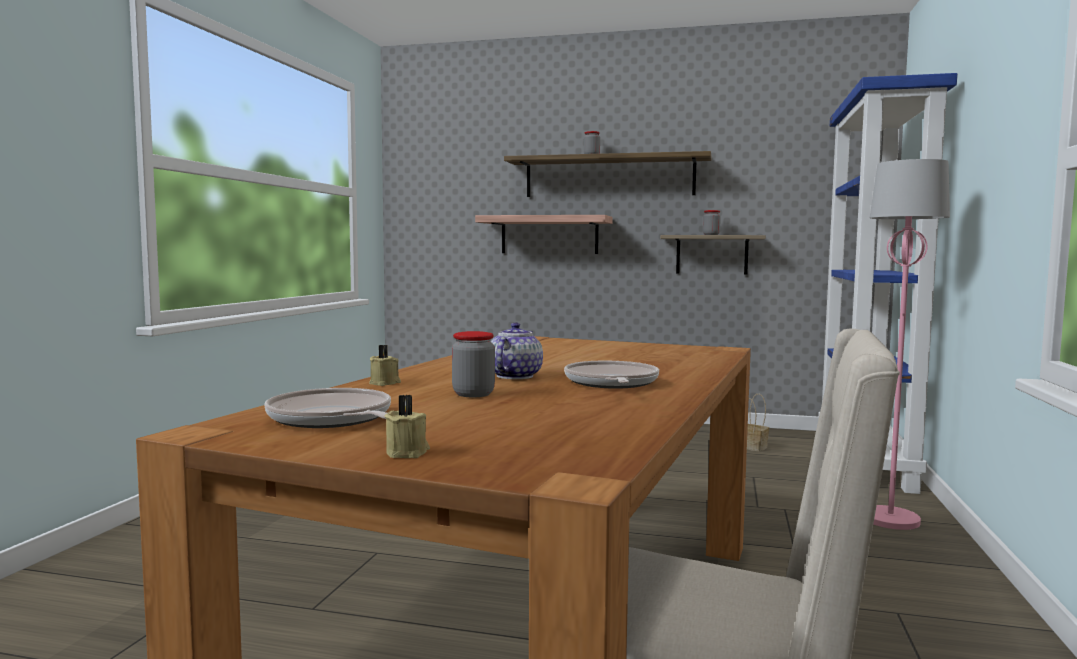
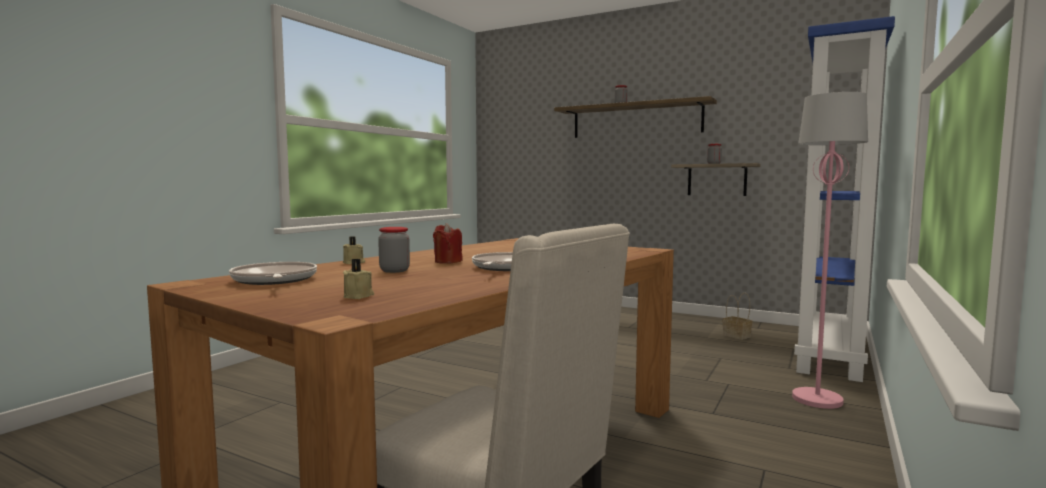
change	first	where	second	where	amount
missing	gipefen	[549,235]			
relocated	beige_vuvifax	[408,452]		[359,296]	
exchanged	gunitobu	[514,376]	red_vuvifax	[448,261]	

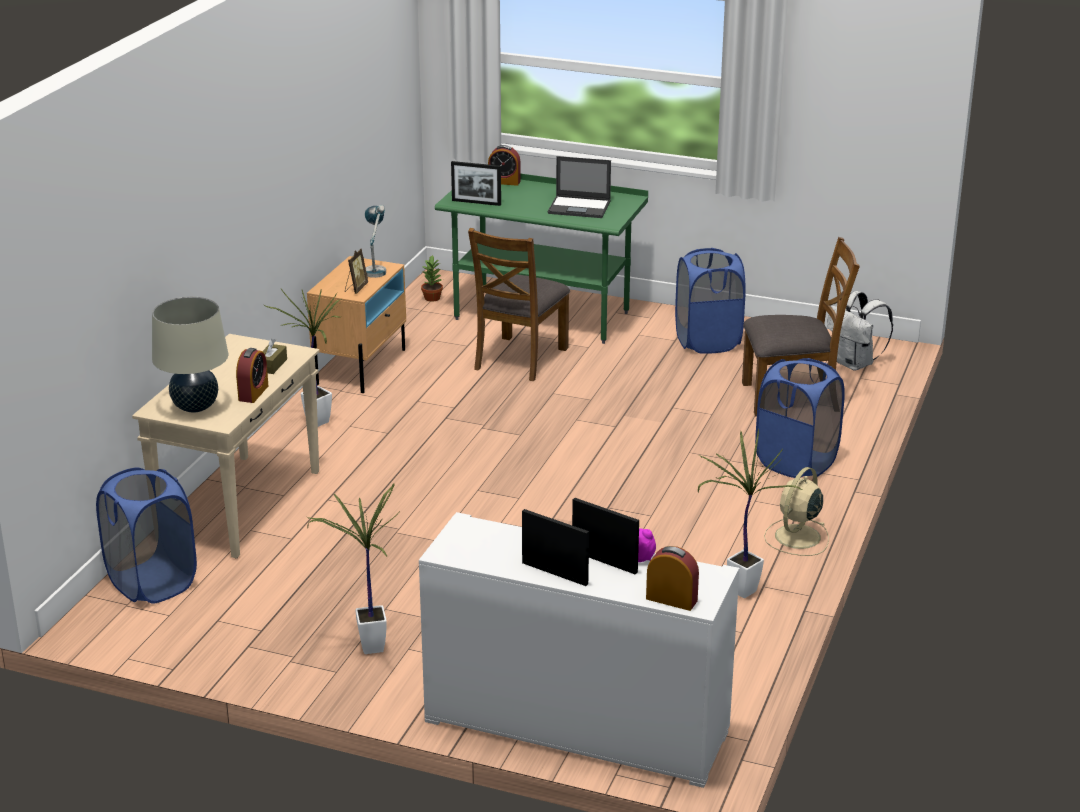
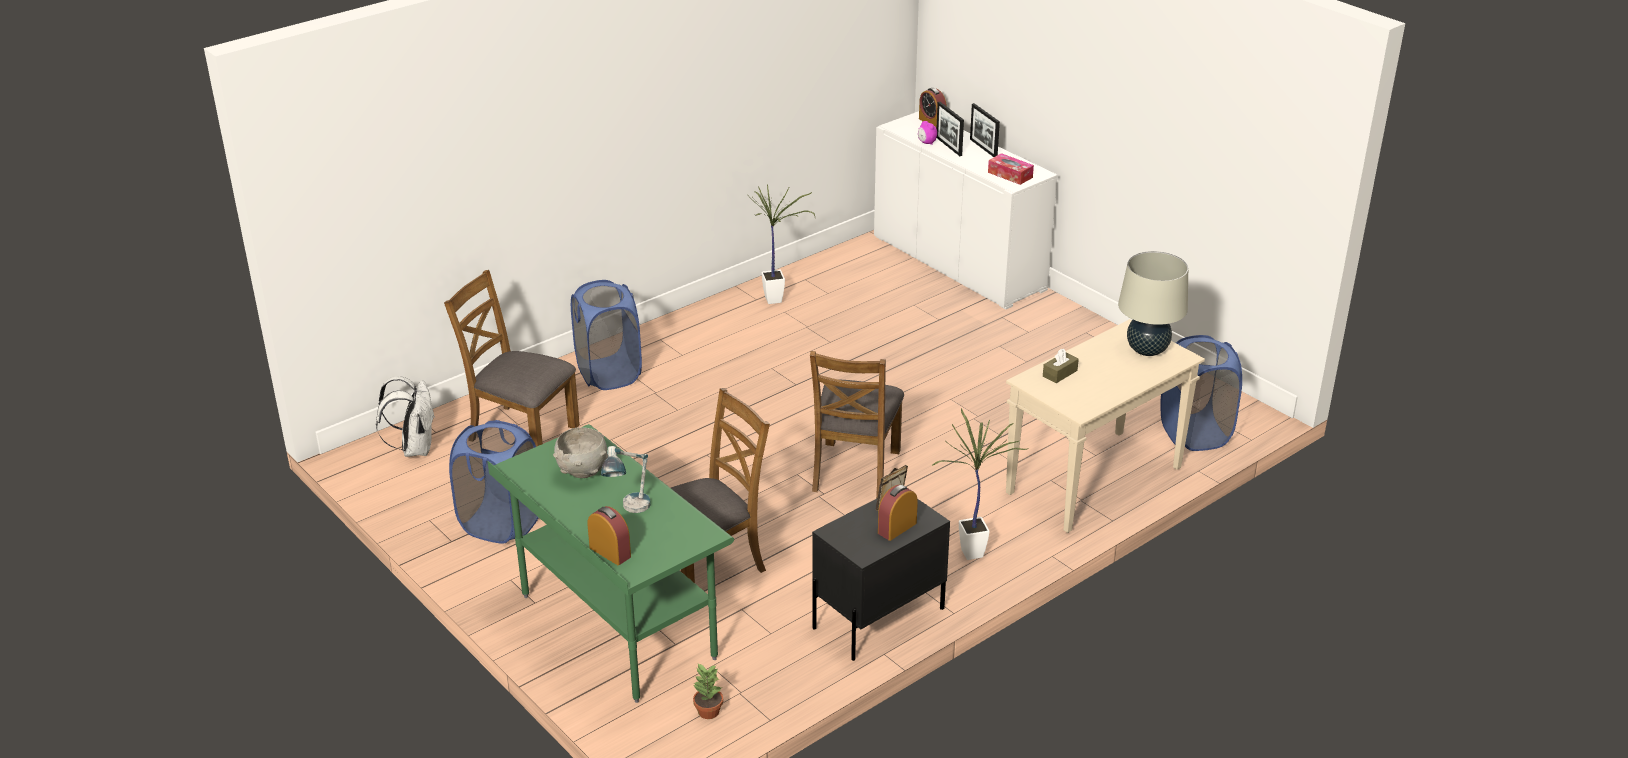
change	first	where	second	where	amount
missing	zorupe	[366,646]			
missing	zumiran	[476,202]			
missing	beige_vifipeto	[796,537]			
appeared			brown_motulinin	[855,470]	
appeared			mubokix	[1010,175]	
relocated	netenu	[253,393]		[897,528]	
relocated	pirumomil	[376,269]		[629,511]	
exchanged	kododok	[580,207]	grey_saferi	[582,472]	
colour	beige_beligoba	[361,366]	black_beligoba	[877,618]	

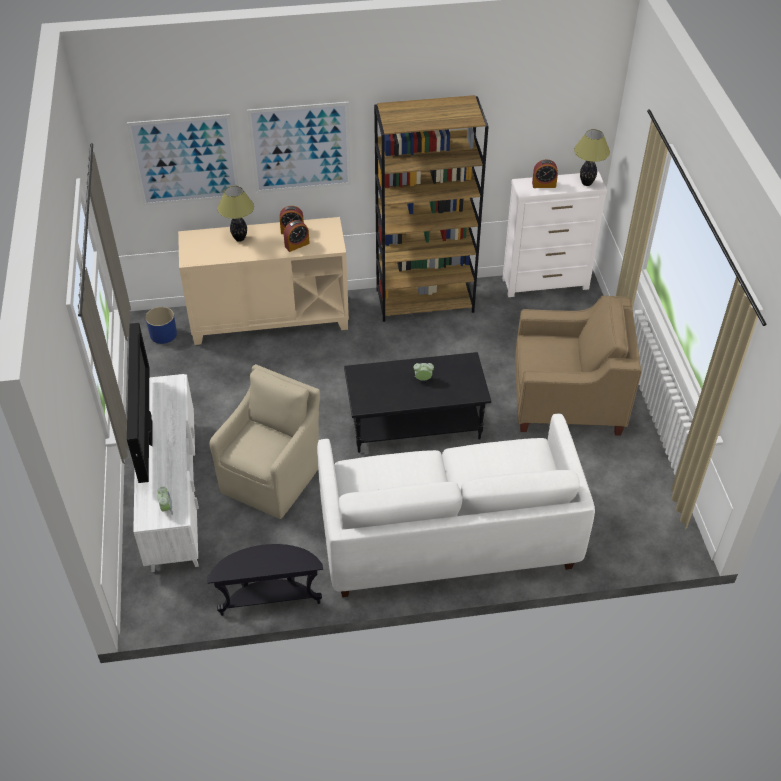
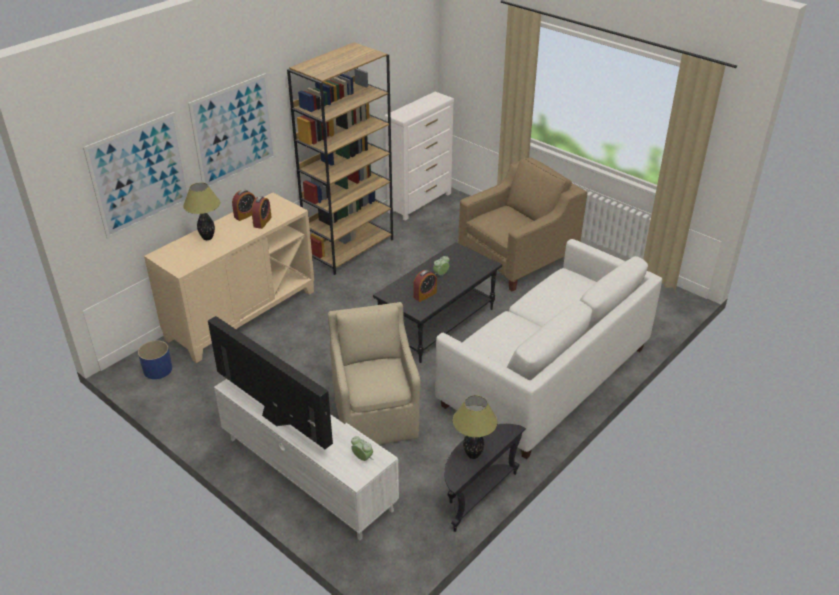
change	first	where	second	where	amount
relocated	netenu	[544,184]		[425,295]	
relocated	pirumomil	[586,183]		[472,455]	

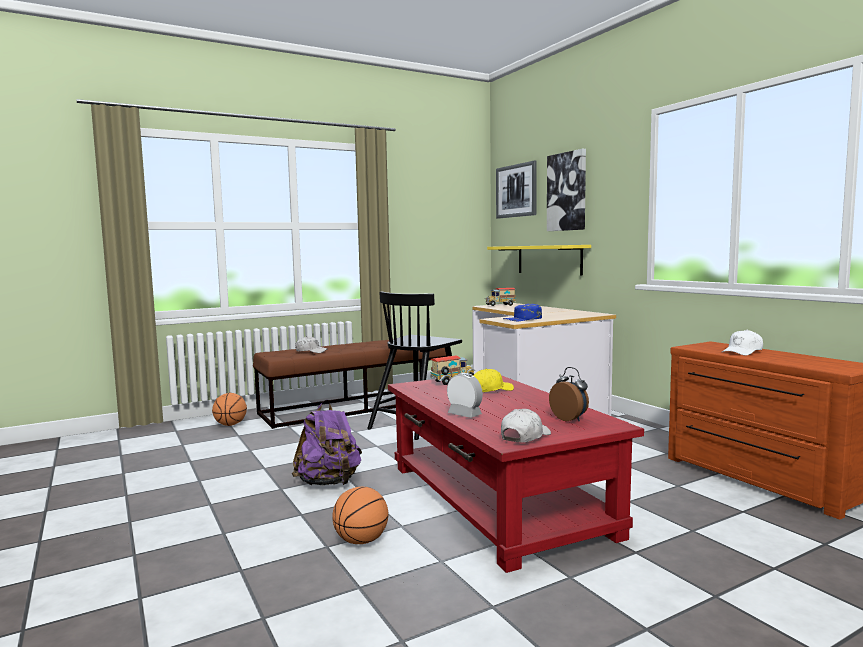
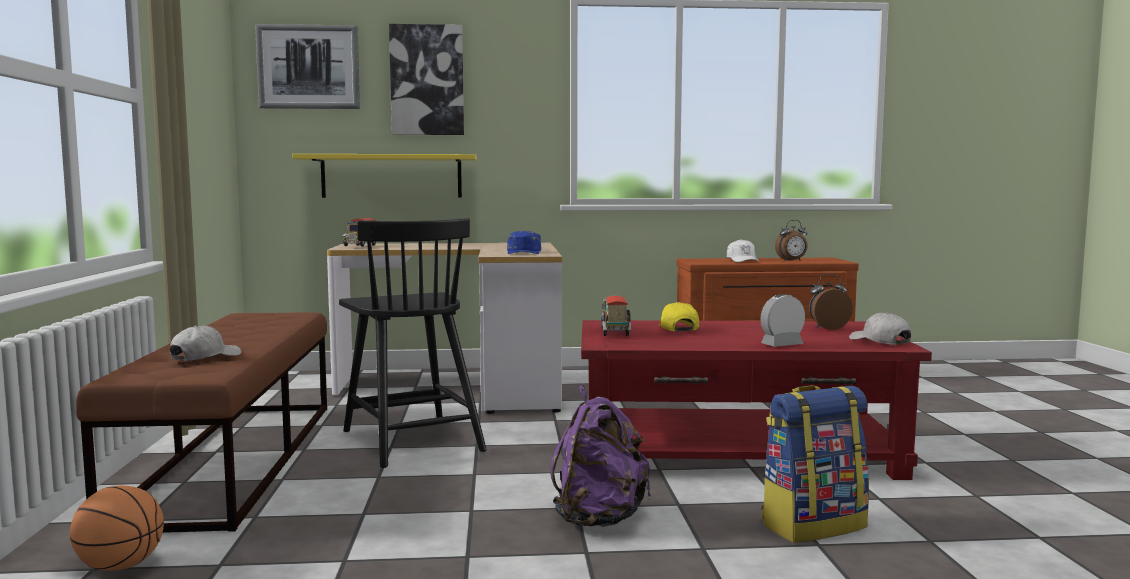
change	first	where	second	where	amount
appeared			netenu	[792,261]	
exchanged	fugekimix	[361,541]	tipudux	[812,525]	

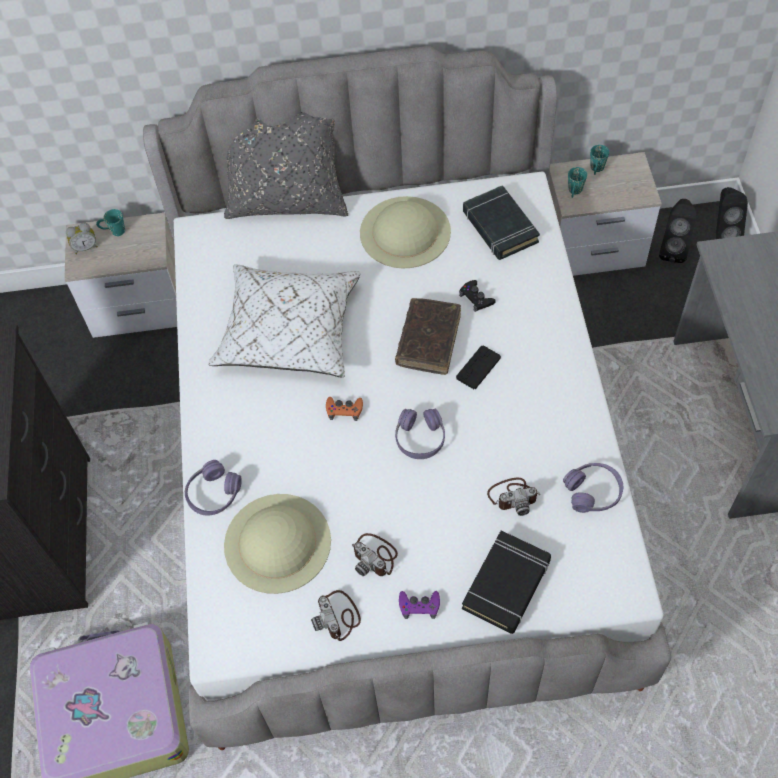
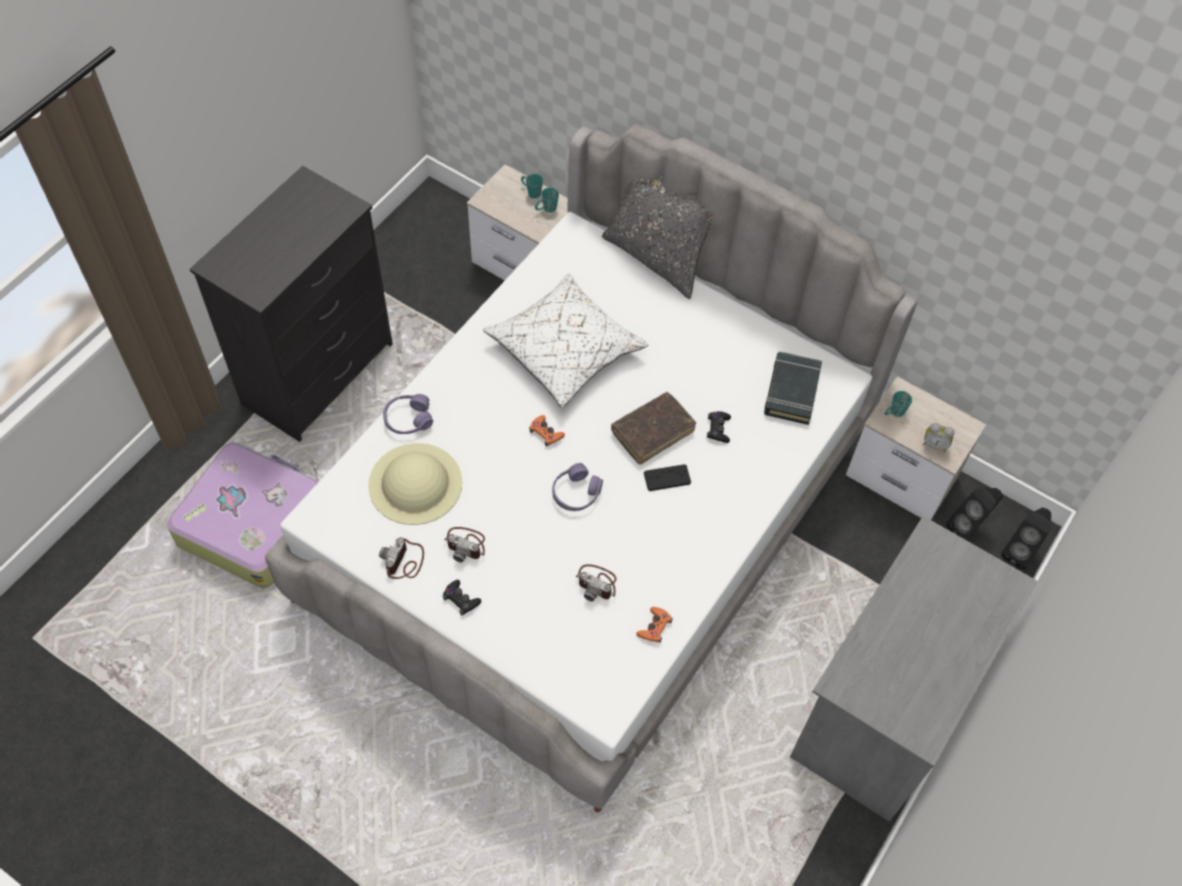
change	first	where	second	where	amount
missing	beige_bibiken	[405,232]			
missing	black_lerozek	[507,585]			
relocated	netenu	[85,247]		[934,444]	
relocated	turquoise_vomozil	[596,170]		[546,209]	
exchanged	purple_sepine	[593,492]	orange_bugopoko	[654,627]	
colour	purple_bugopoko	[419,606]	black_bugopoko	[461,599]	
spun	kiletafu	[375,556]		[466,544]	60 degrees counterclockwise

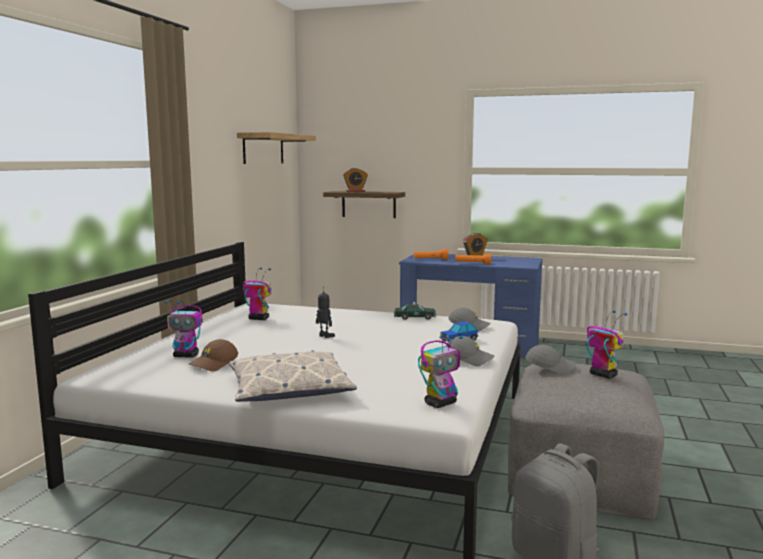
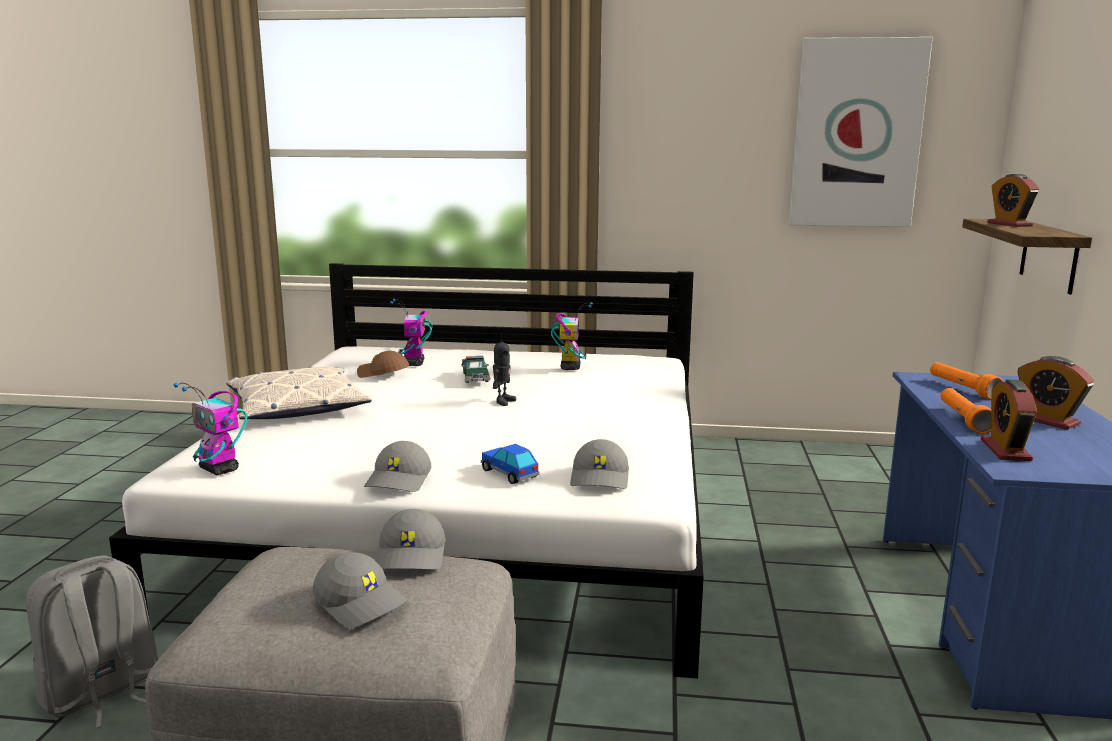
change	first	where	second	where	amount
appeared			netenu	[1005,450]	
relocated	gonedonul	[415,317]		[475,377]	
exchanged	gipefen	[263,149]	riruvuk	[856,134]	
exchanged	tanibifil	[602,375]	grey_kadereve	[362,602]	

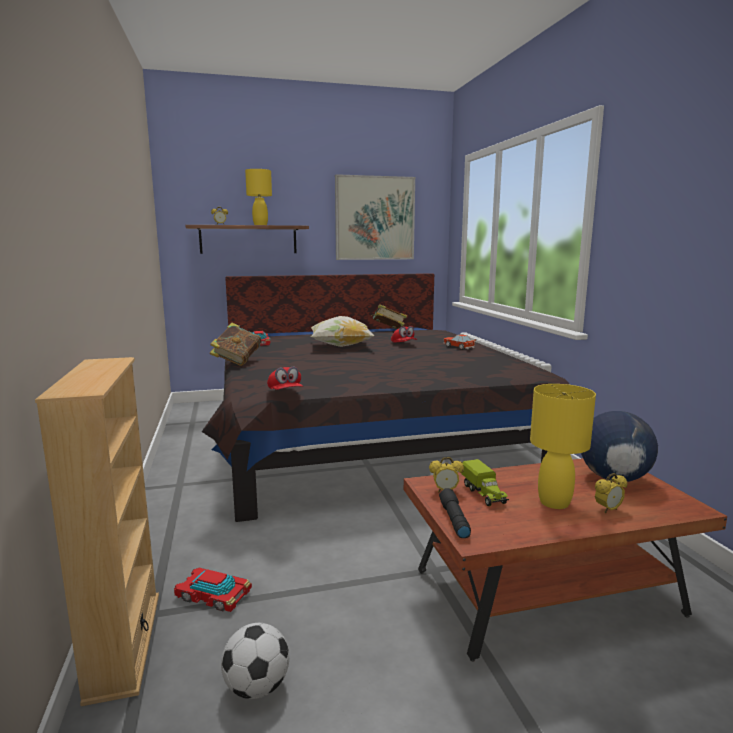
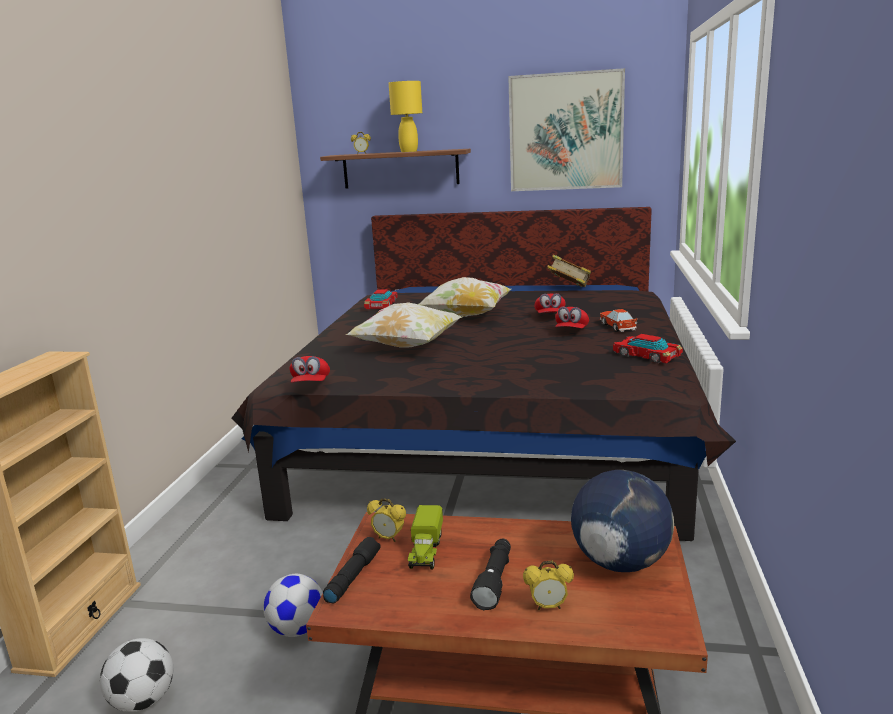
change	first	where	second	where	amount
missing	lerozek	[237,362]			
appeared			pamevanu	[297,629]	
appeared			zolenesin	[407,347]	
appeared			red_kadereve	[571,331]	
relocated	gonedonul	[213,595]		[647,355]	
exchanged	yellow_pirumomil	[554,502]	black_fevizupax	[494,580]	

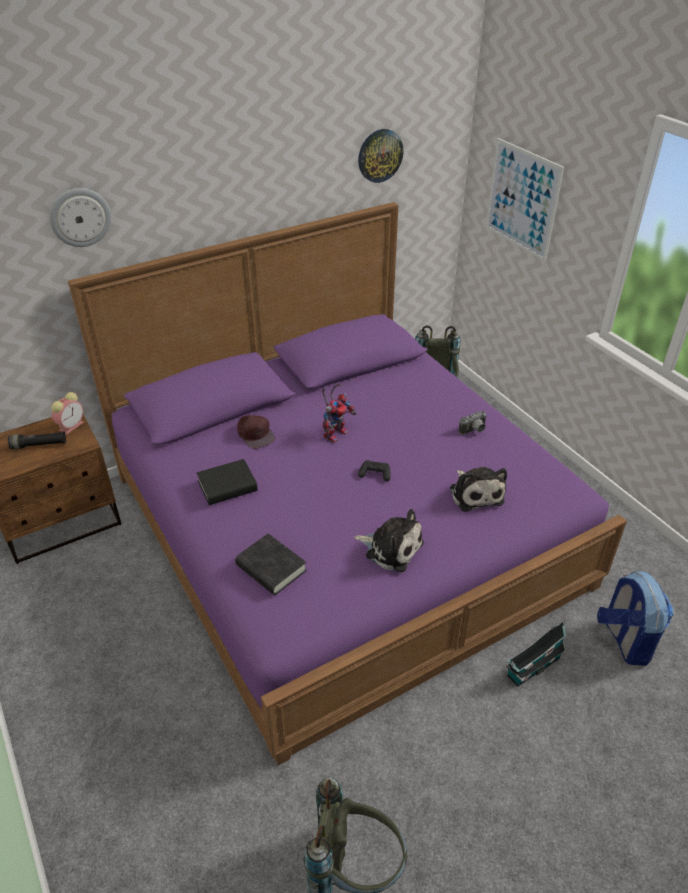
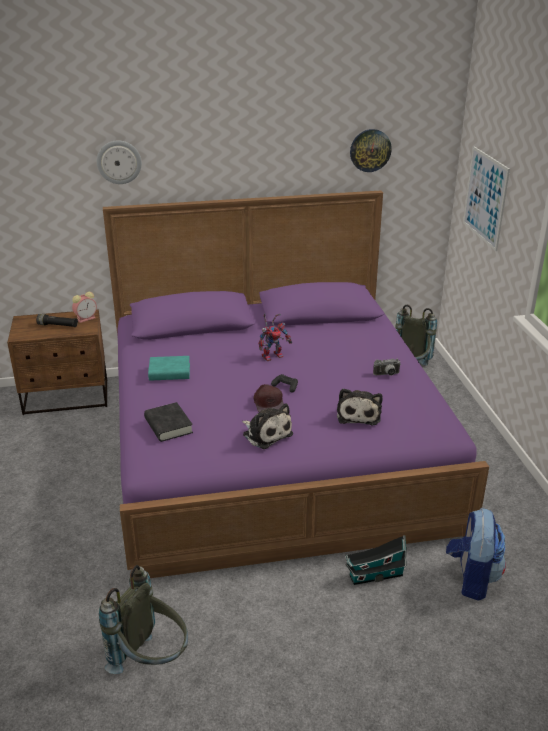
change	first	where	second	where	amount
relocated	brown_kadereve	[255,434]		[269,403]	
colour	black_lerozek	[227,486]	turquoise_lerozek	[169,372]	

